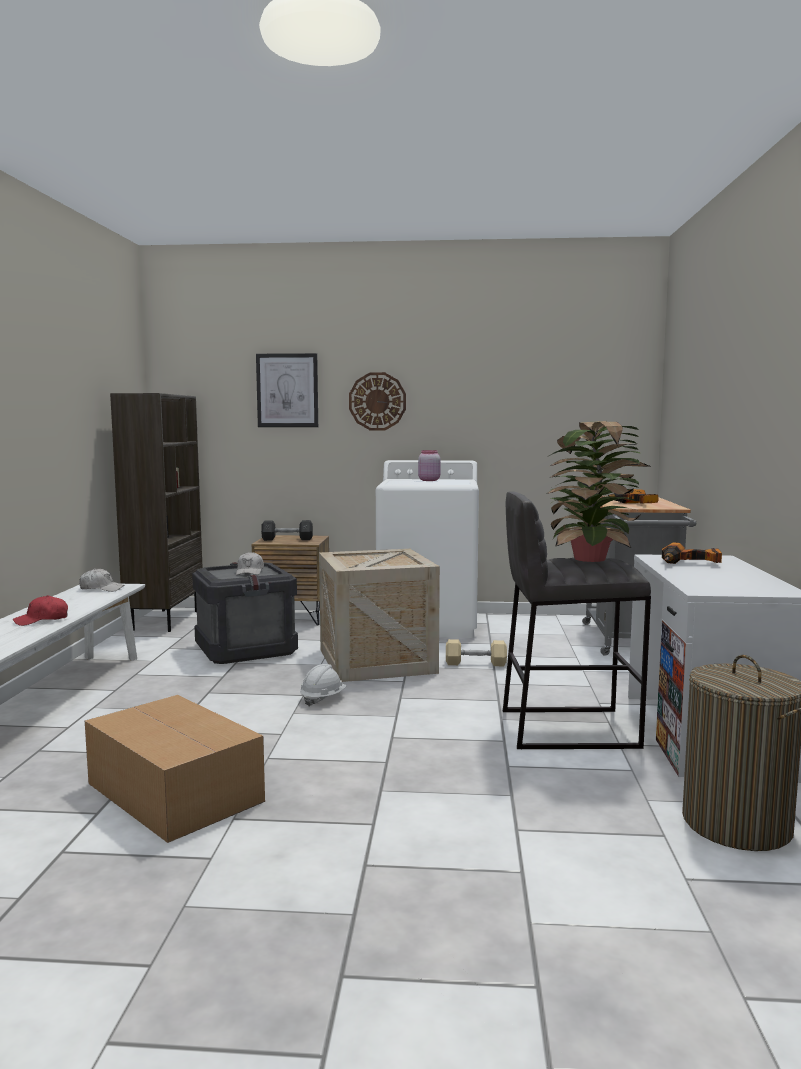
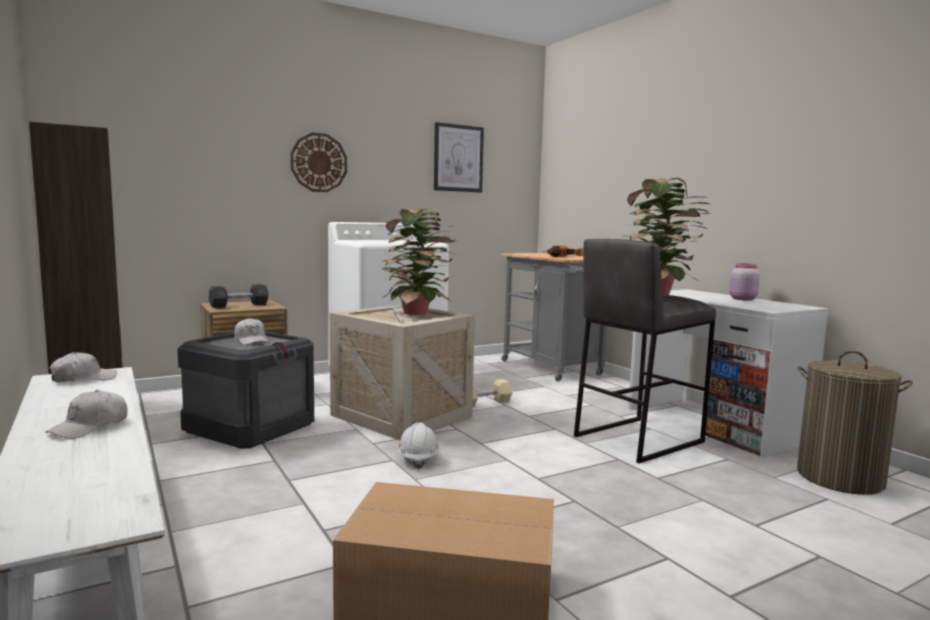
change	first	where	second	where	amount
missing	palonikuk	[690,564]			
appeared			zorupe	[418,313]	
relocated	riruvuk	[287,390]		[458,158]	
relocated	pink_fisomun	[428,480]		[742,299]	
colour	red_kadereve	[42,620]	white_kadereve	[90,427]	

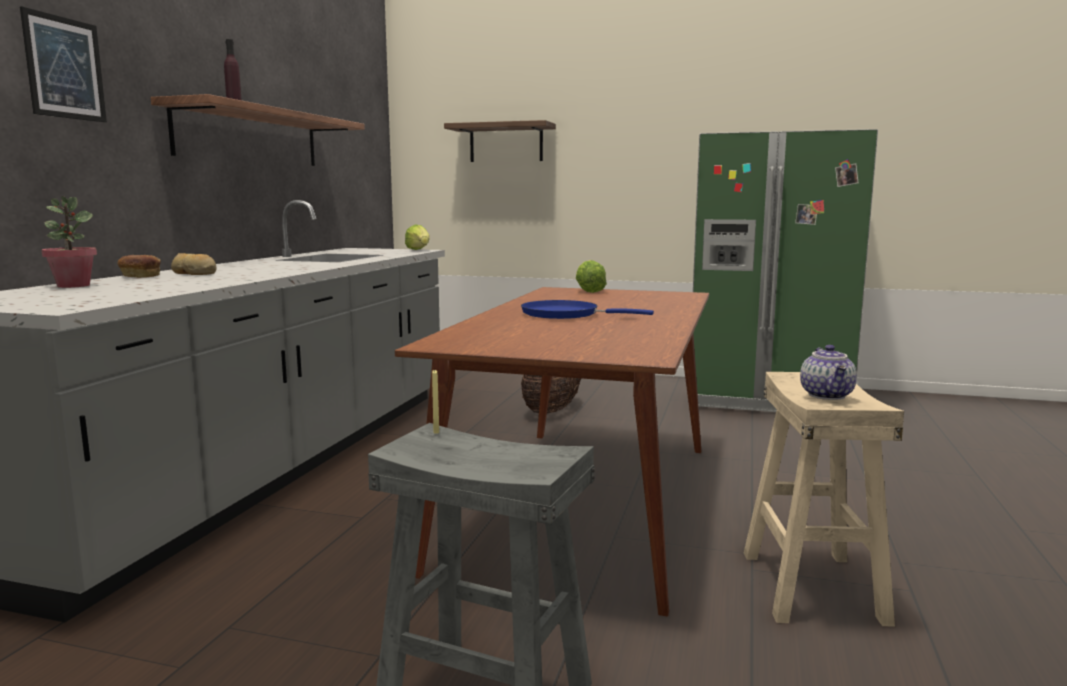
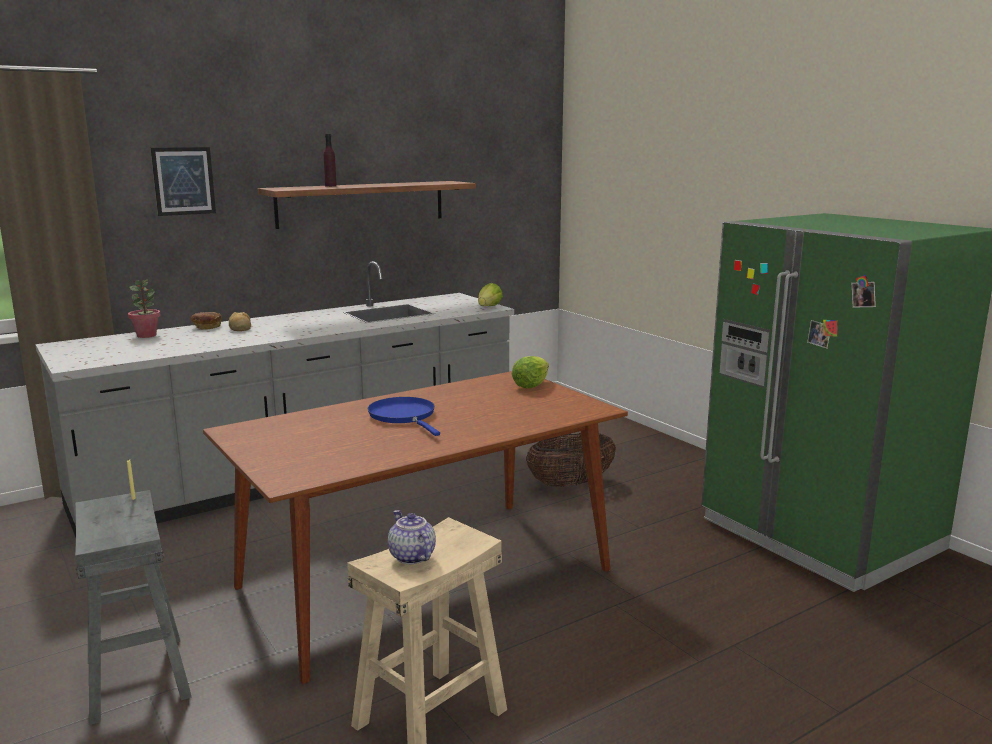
change	first	where	second	where	amount
missing	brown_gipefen	[506,143]			
spun	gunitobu	[828,395]		[410,557]	105 degrees clockwise

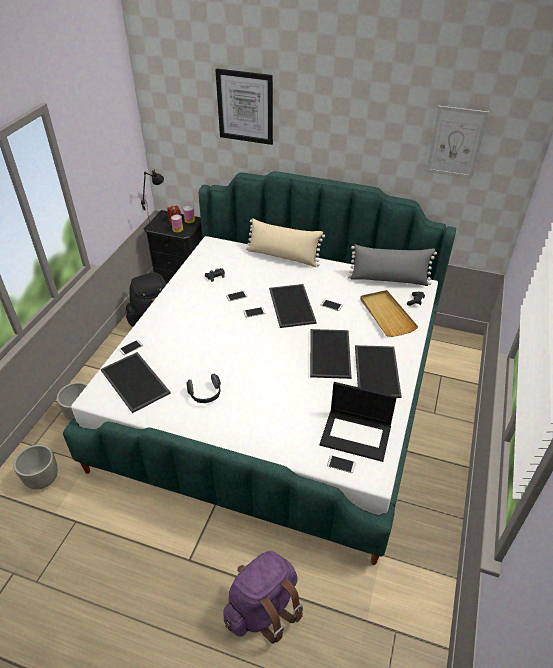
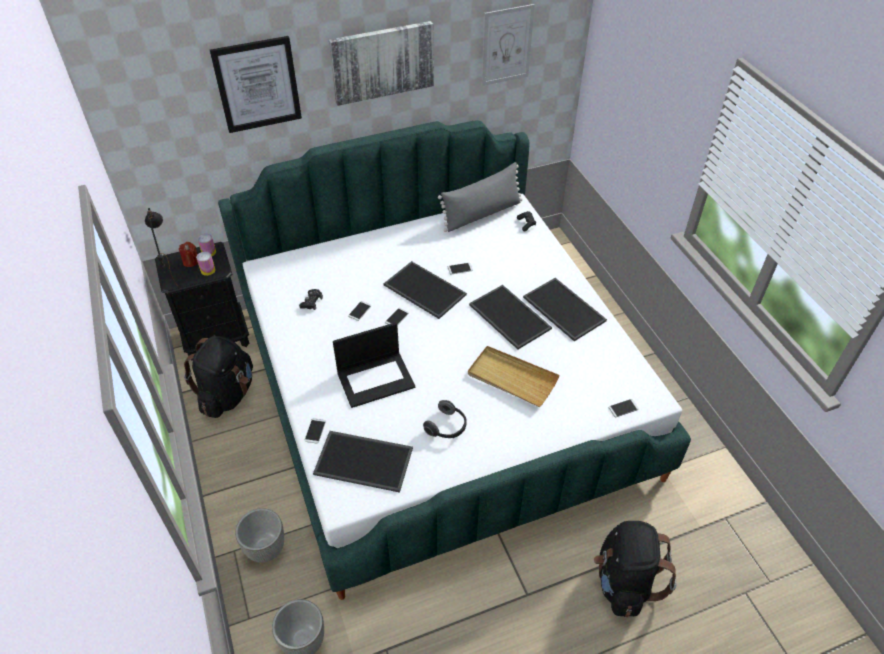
change	first	where	second	where	amount
missing	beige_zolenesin	[283,256]			
appeared			riruvuk	[382,62]	
relocated	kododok	[356,435]		[376,379]	
relocated	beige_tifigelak	[386,315]		[512,378]	
colour	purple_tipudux	[263,608]	black_tipudux	[624,582]	

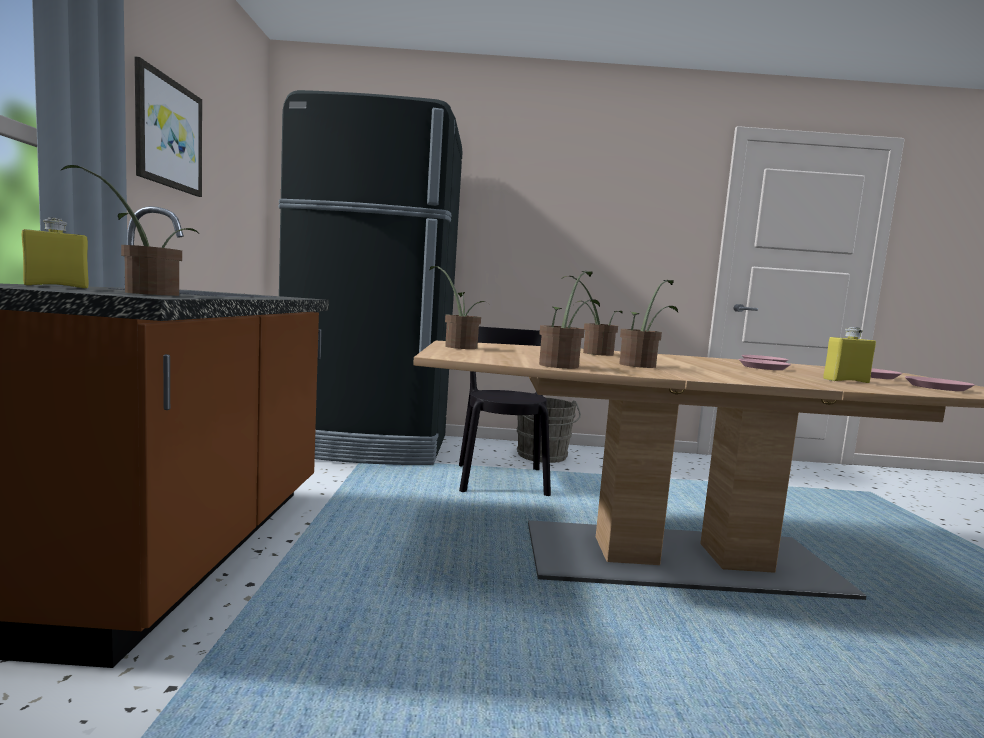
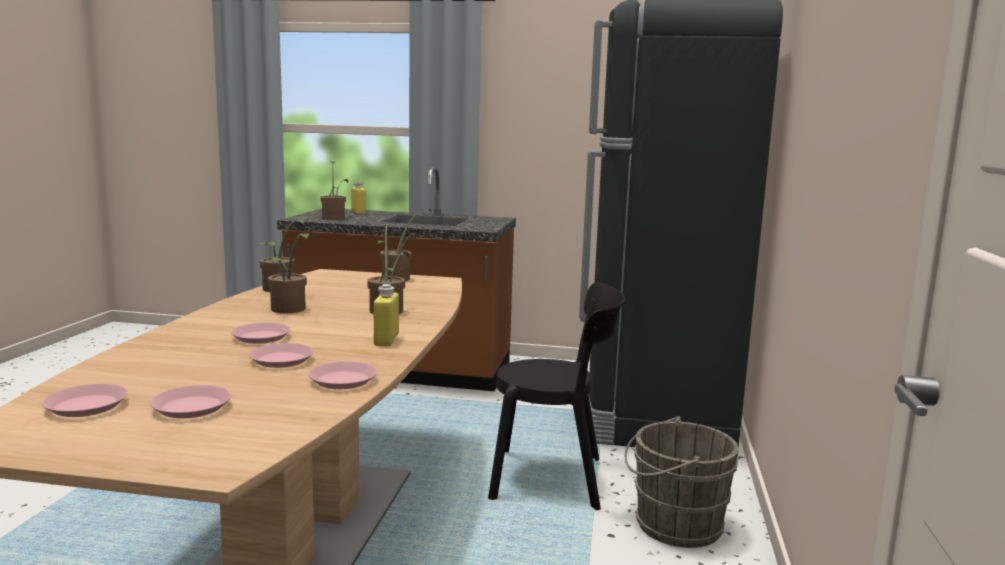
change	first	where	second	where	amount
missing	riruvuk	[168,133]			
appeared			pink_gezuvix	[261,337]	
relocated	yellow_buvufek	[846,381]		[386,340]	

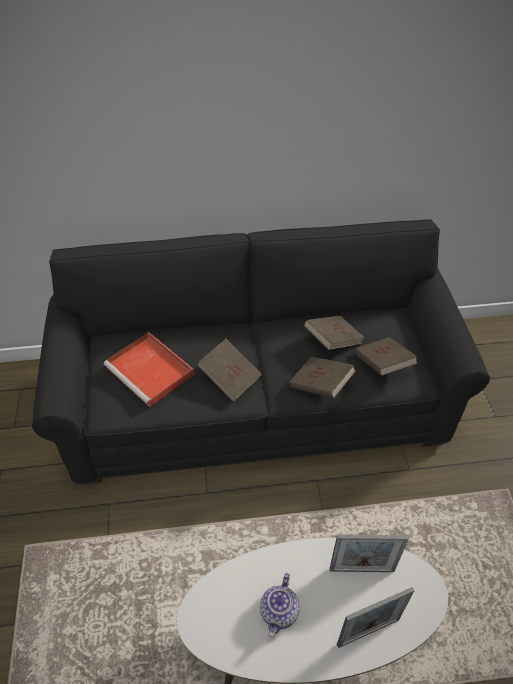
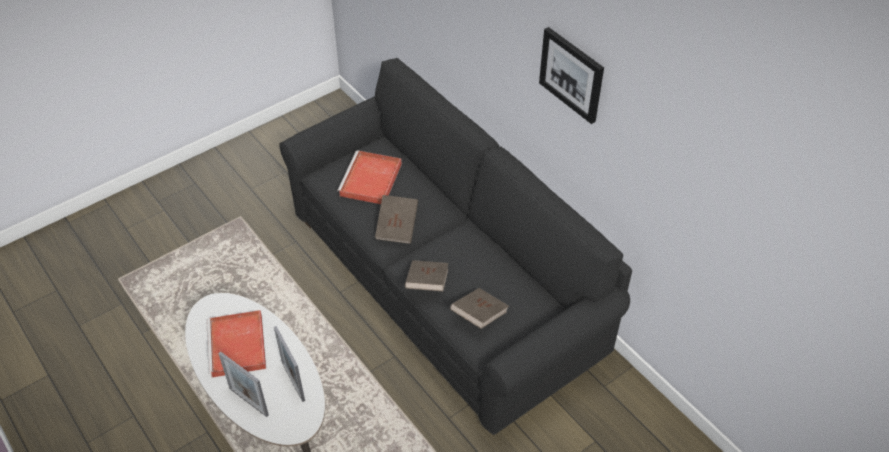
change	first	where	second	where	amount
missing	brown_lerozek	[332,340]			
appeared			riruvuk	[572,74]	
exchanged	gunitobu	[279,611]	red_tifigelak	[238,346]	

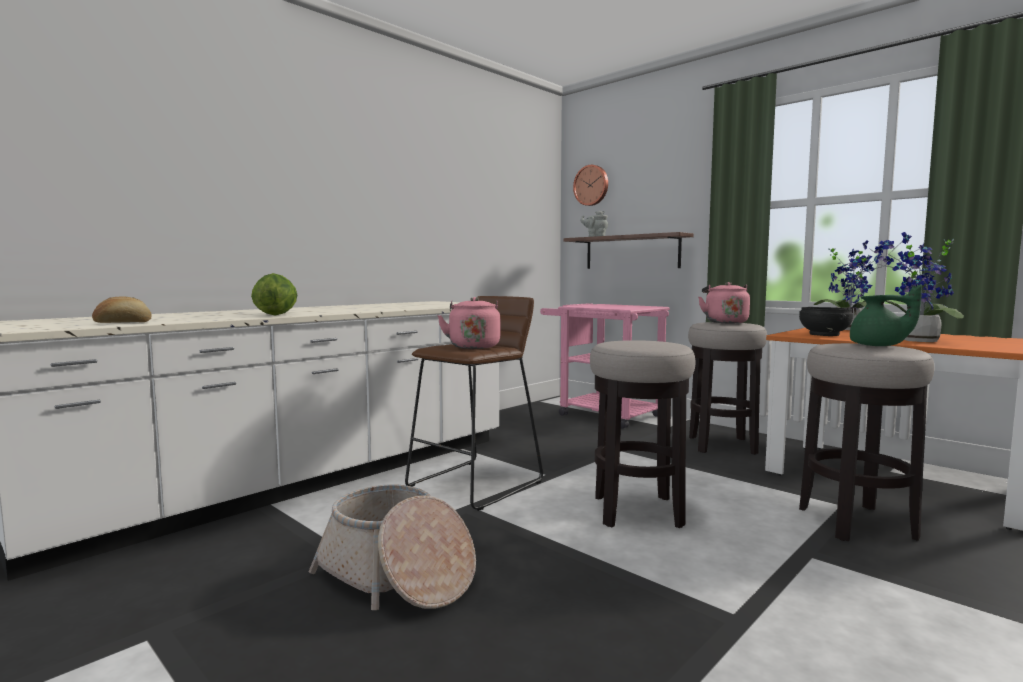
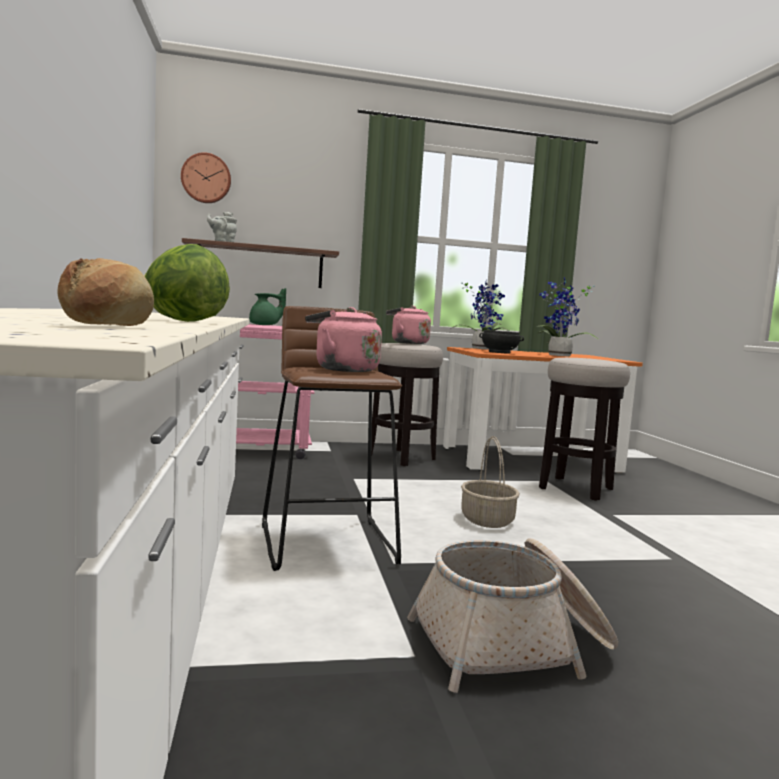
change	first	where	second	where	amount
relocated	green_gunitobu	[878,346]		[265,325]	
exchanged	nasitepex	[637,511]	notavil	[488,520]	

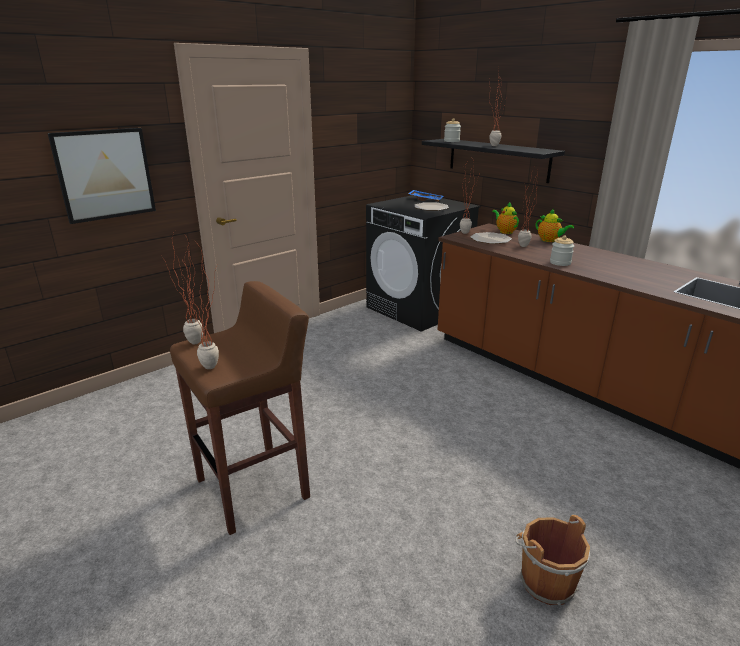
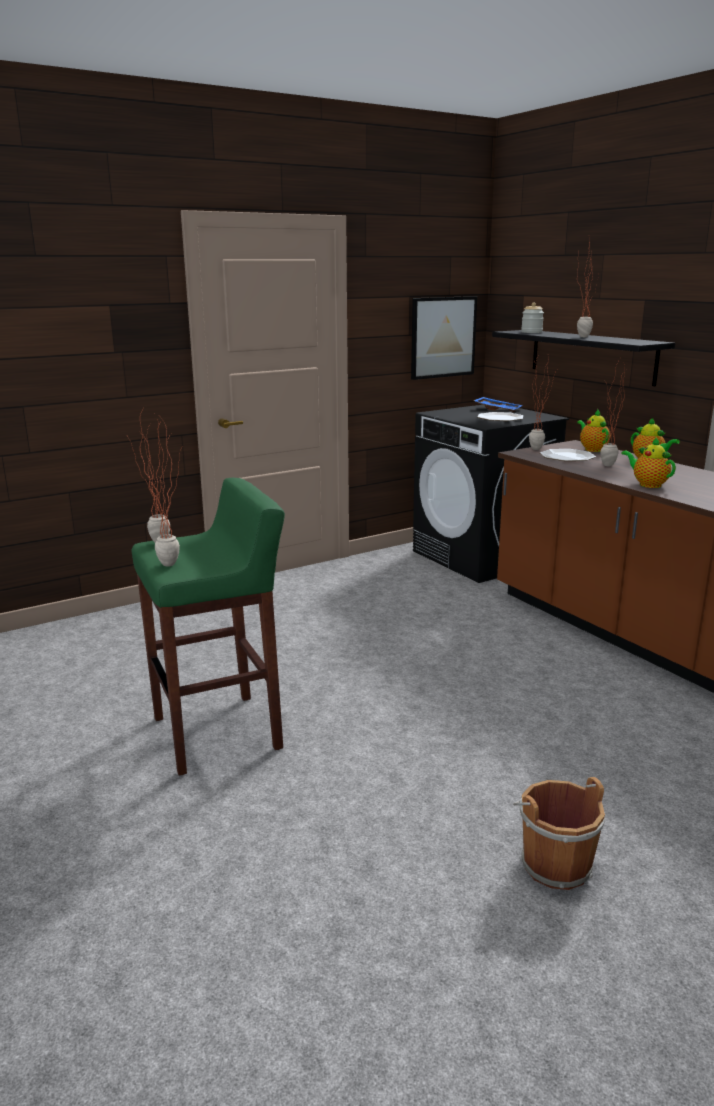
change	first	where	second	where	amount
relocated	riruvuk	[105,174]		[443,337]	
exchanged	fisomun	[560,263]	gunitobu	[647,484]	
colour	brown_nasitepex	[254,488]	green_nasitepex	[219,733]	

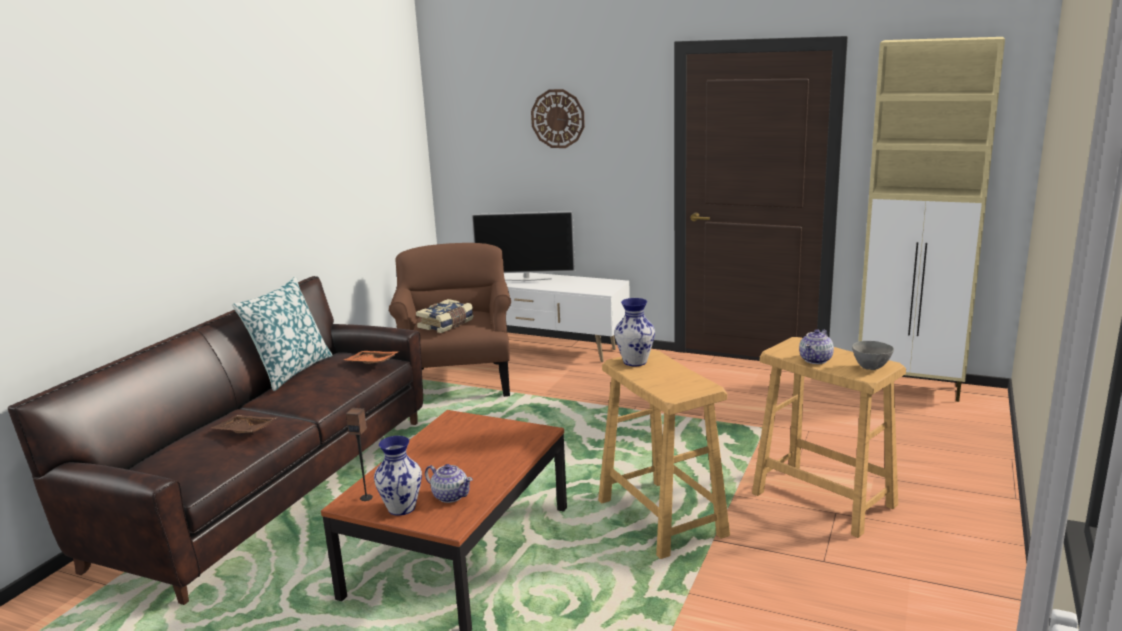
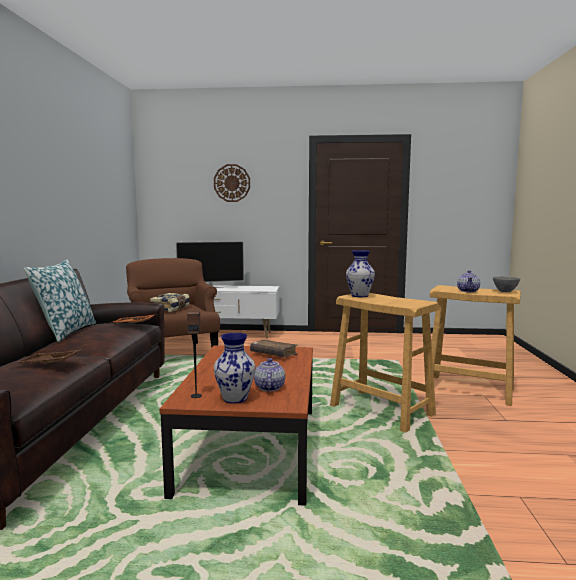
change	first	where	second	where	amount
missing	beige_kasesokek	[910,388]			
appeared			brown_lerozek	[273,354]	
spun	gunitobu	[450,496]		[269,387]	105 degrees counterclockwise

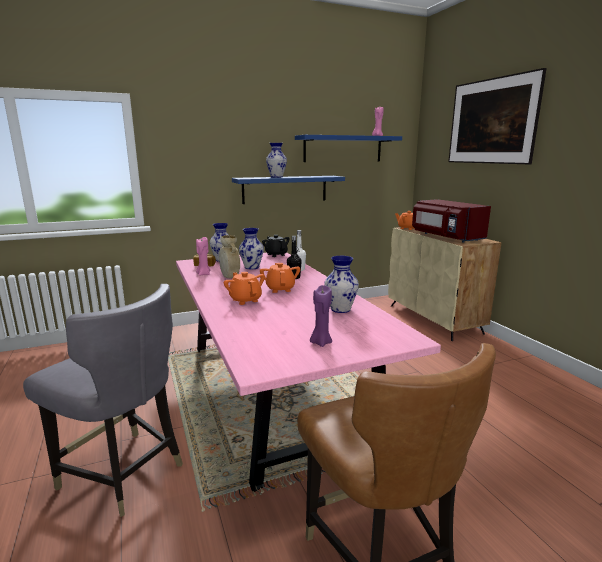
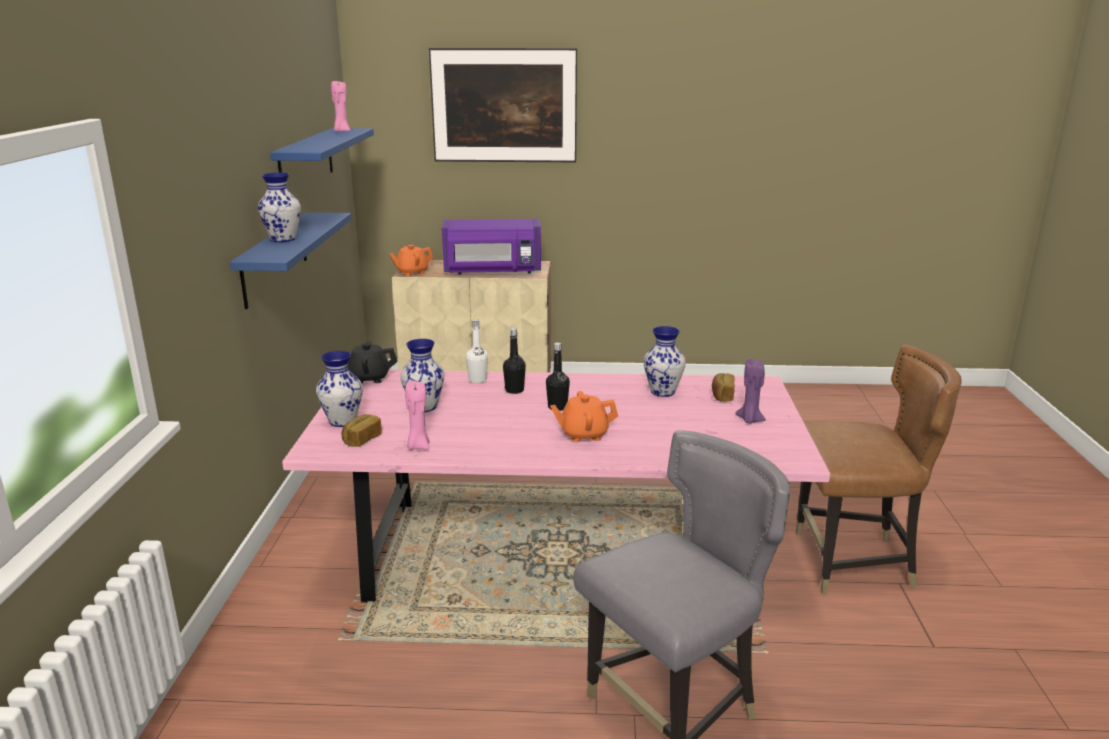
change	first	where	second	where	amount
missing	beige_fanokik	[229,277]			
appeared			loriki	[722,396]	
exchanged	orange_gunitobu	[280,289]	black_buvufek	[557,407]	
colour	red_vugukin	[445,237]	purple_vugukin	[492,272]	

